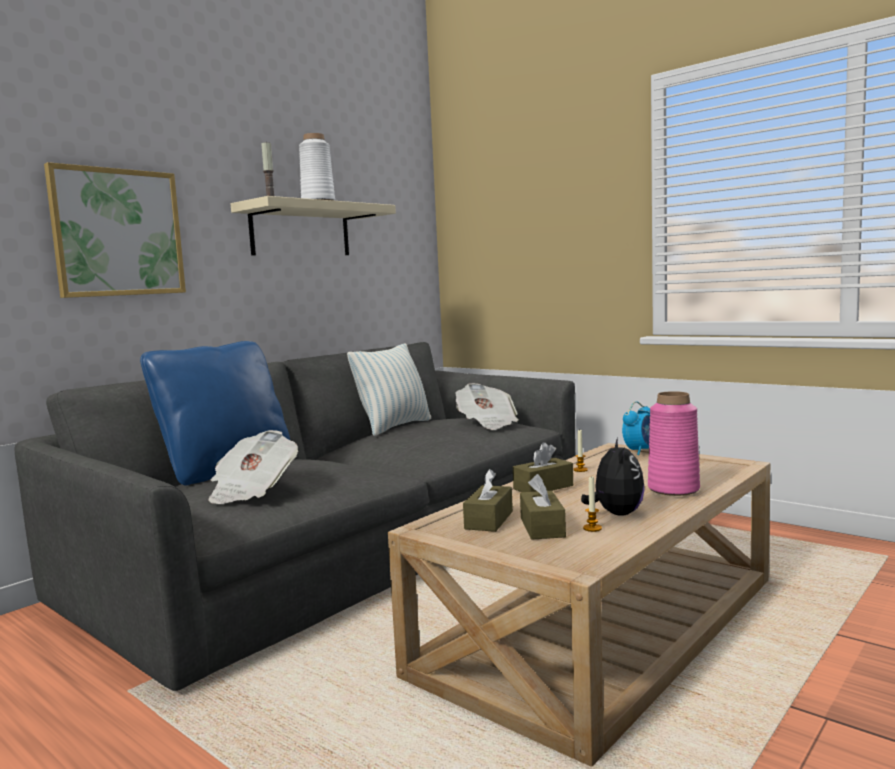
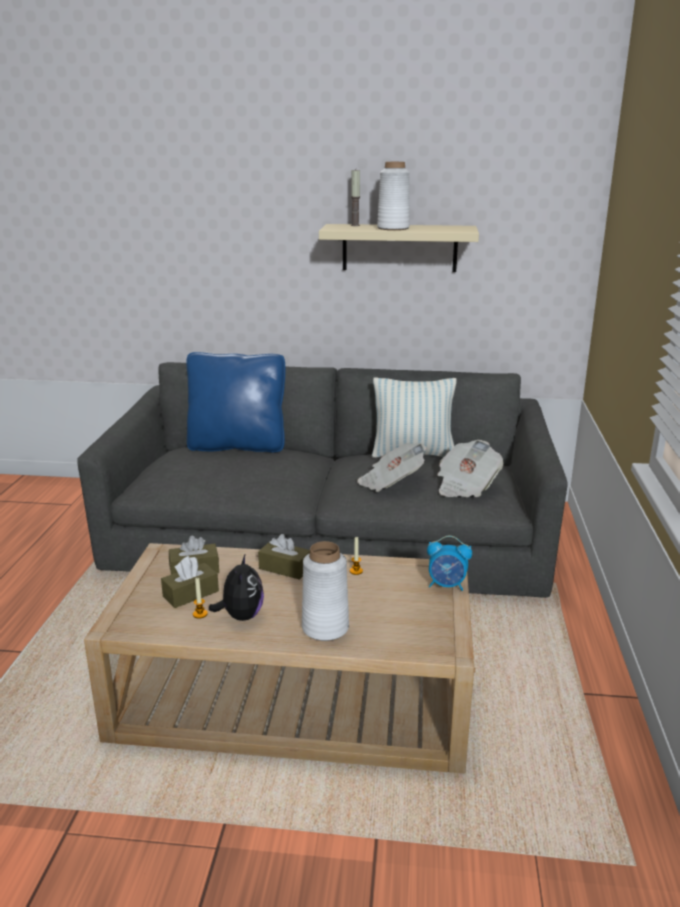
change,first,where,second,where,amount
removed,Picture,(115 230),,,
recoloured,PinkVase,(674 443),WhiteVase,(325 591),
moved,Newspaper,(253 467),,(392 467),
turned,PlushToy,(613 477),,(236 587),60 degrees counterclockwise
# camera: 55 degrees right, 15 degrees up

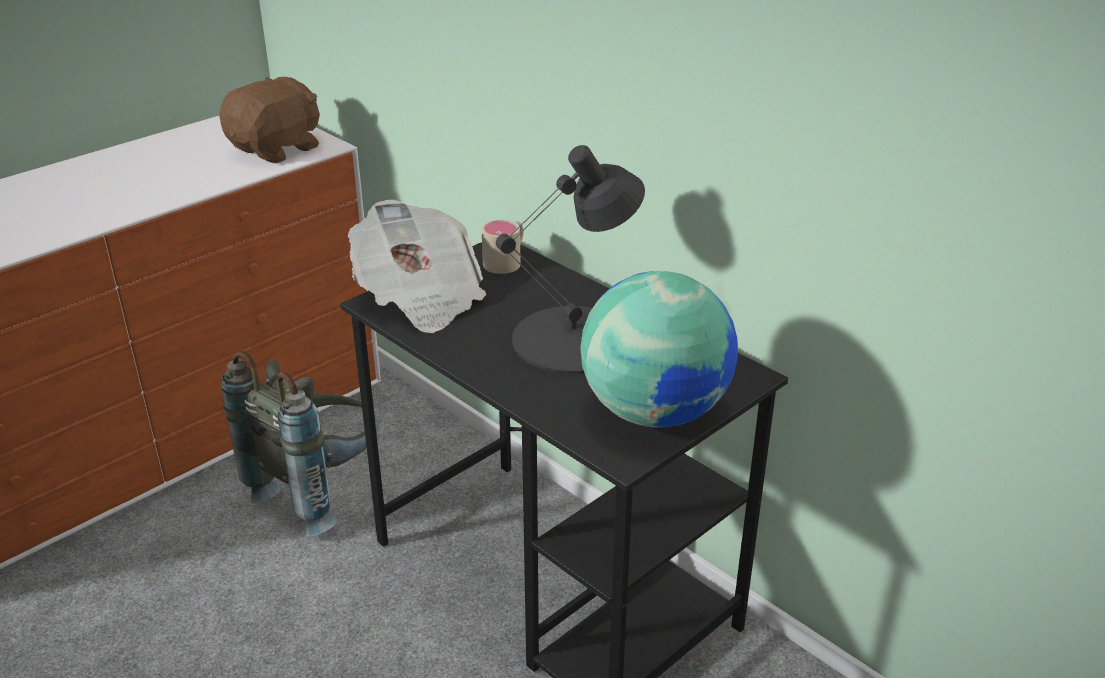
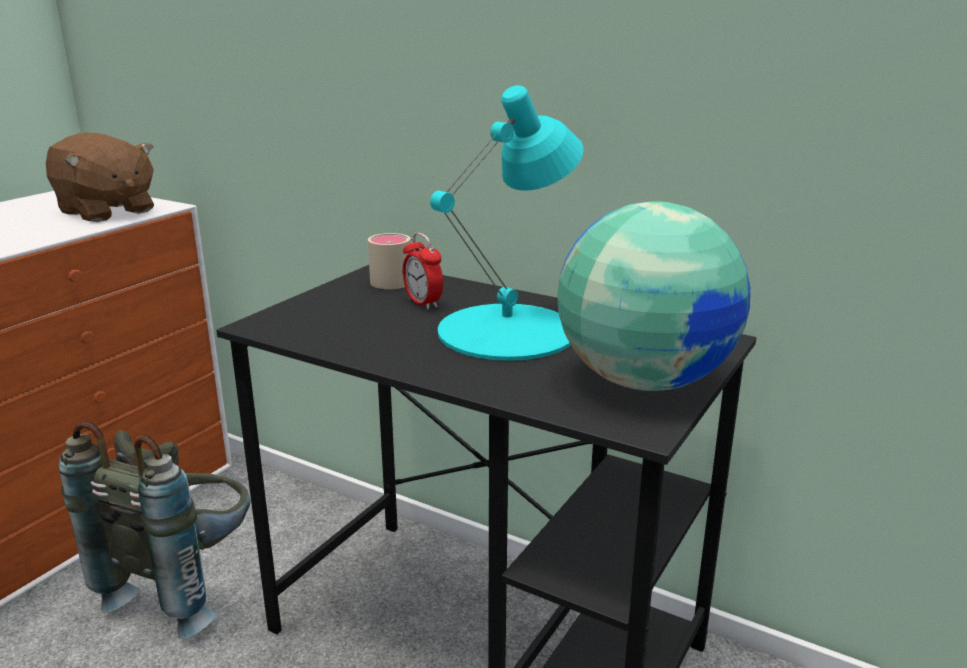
change,first,where,second,where,amount
turned,BrownPlushToy,(269 120),,(100 177),105 degrees clockwise
recoloured,BlackTableLamp,(570 259),TurquoiseTableLamp,(507 223),
removed,Newspaper,(417 266),,,
added,,,AlarmClock,(423 271),
# camera: 15 degrees left, 10 degrees down

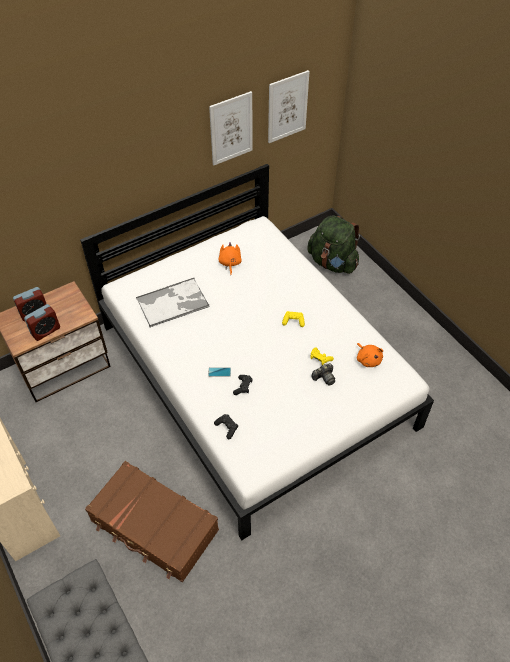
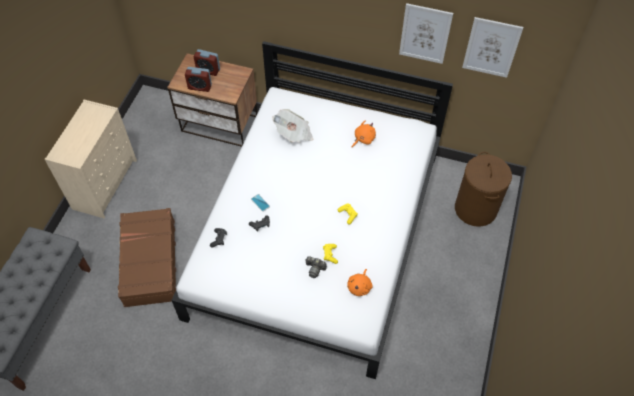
change,first,where,second,where,amount
replaced,GreenBackpack,(333 244),BrownLaundryBasket,(483 189),
replaced,Tray,(172 302),Newspaper,(292 126),
# camera: 50 degrees right, 5 degrees up

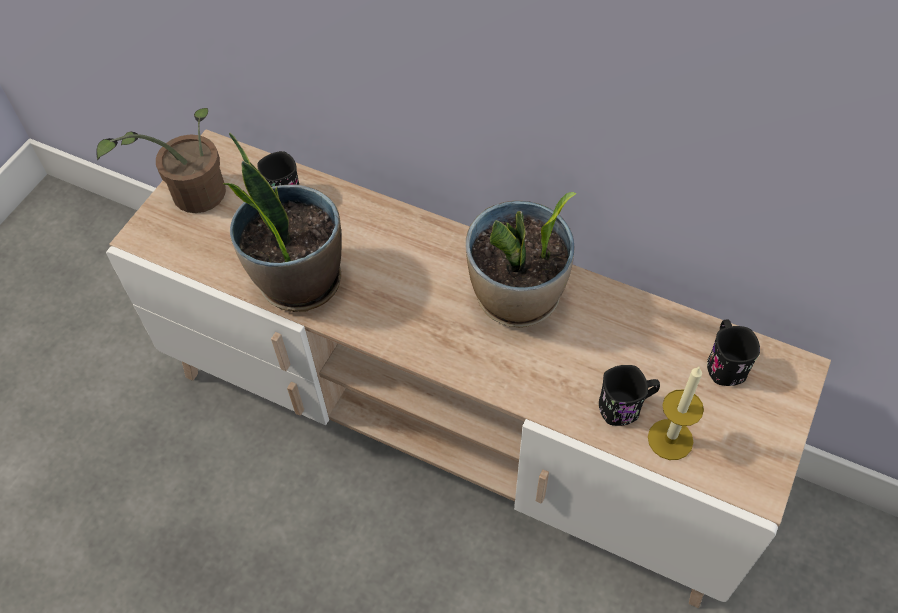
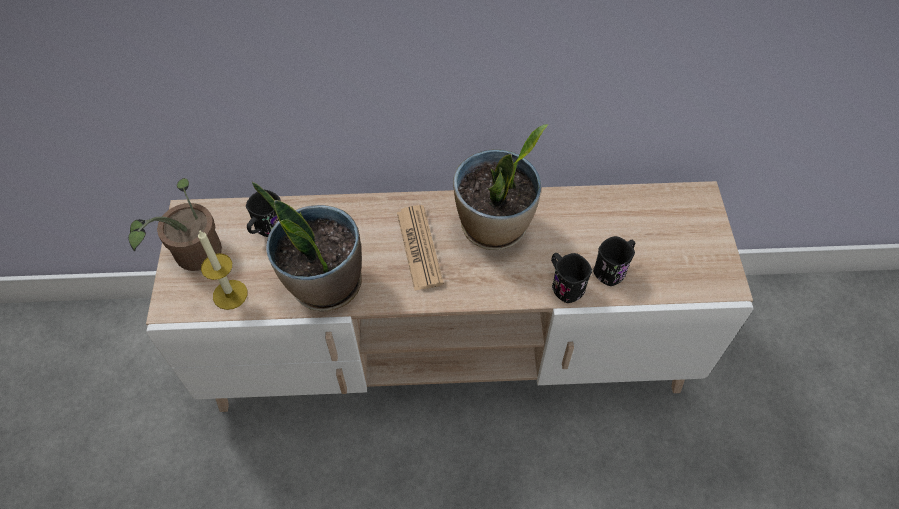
change,first,where,second,where,amount
moved,BlackMug,(733 353),,(571 278),
moved,Candle,(676 413),,(222 270),
added,,,Newspaper,(420 248),
# camera: 30 degrees left, 0 degrees up

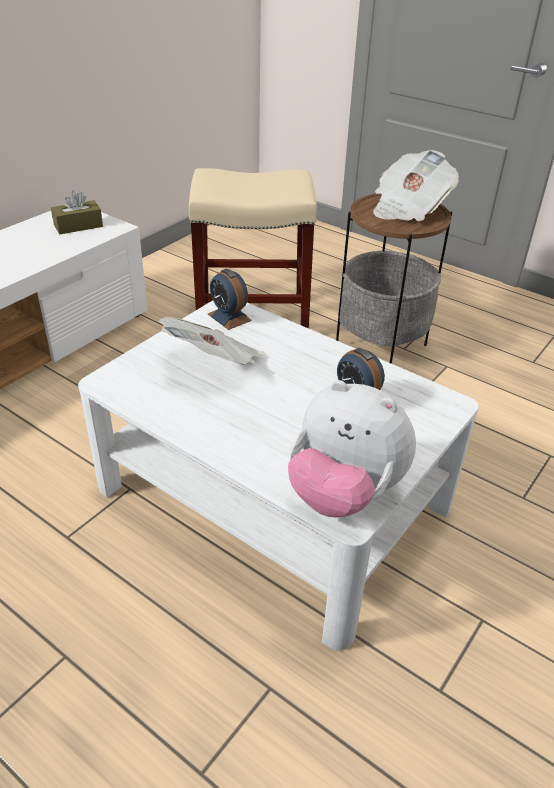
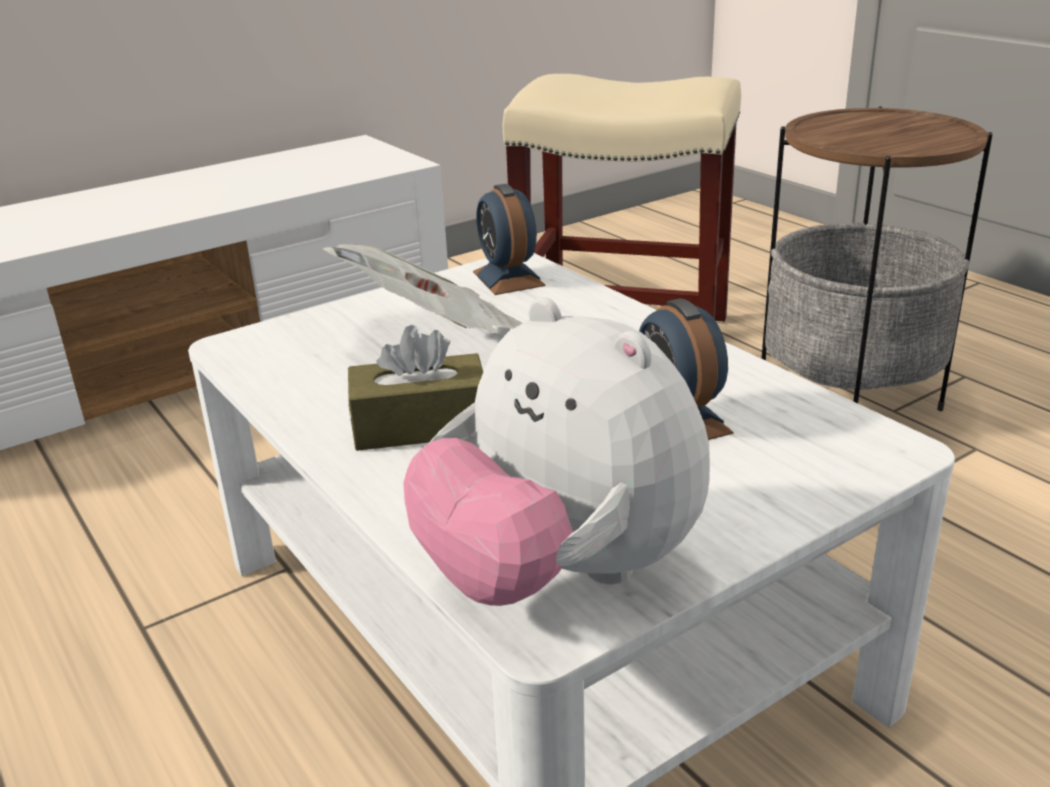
change,first,where,second,where,amount
removed,Newspaper,(416 185),,,
moved,BrownTissueBox,(77 212),,(415 388),
# camera: 20 degrees right, 10 degrees down

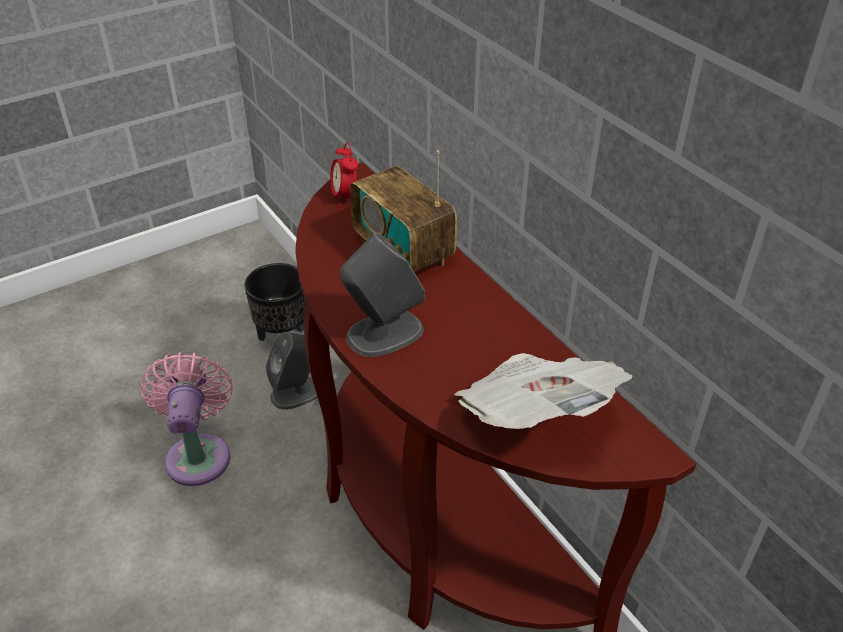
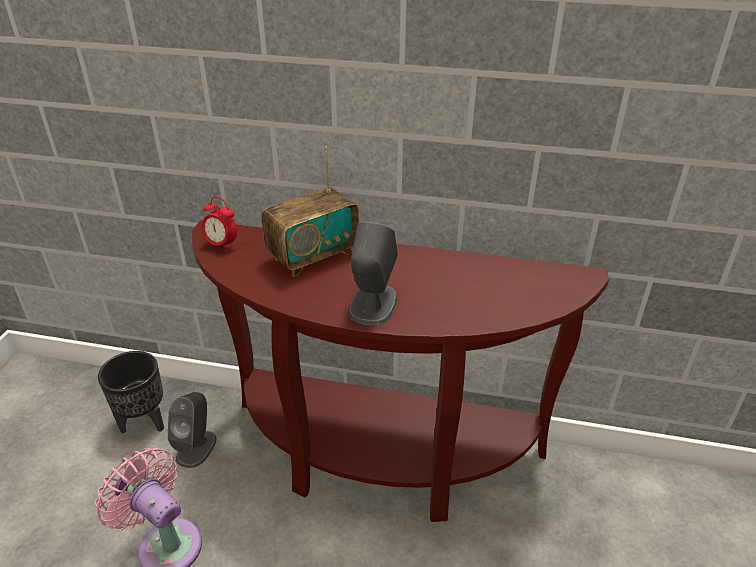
change,first,where,second,where,amount
turned,Radio,(403 211),,(310 212),45 degrees counterclockwise
removed,Newspaper,(543 391),,,
# camera: 45 degrees left, 5 degrees down

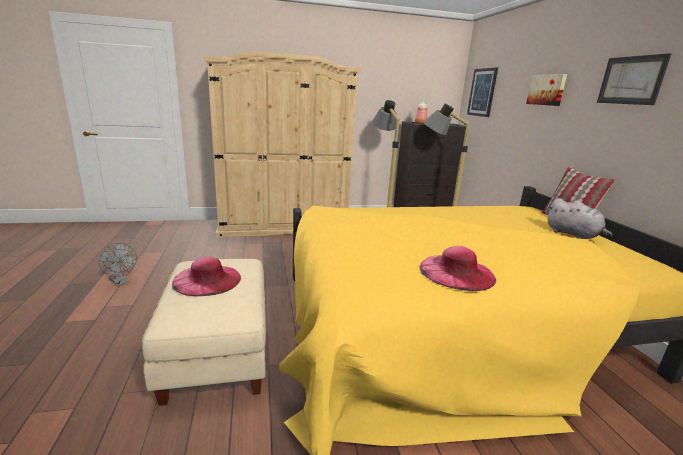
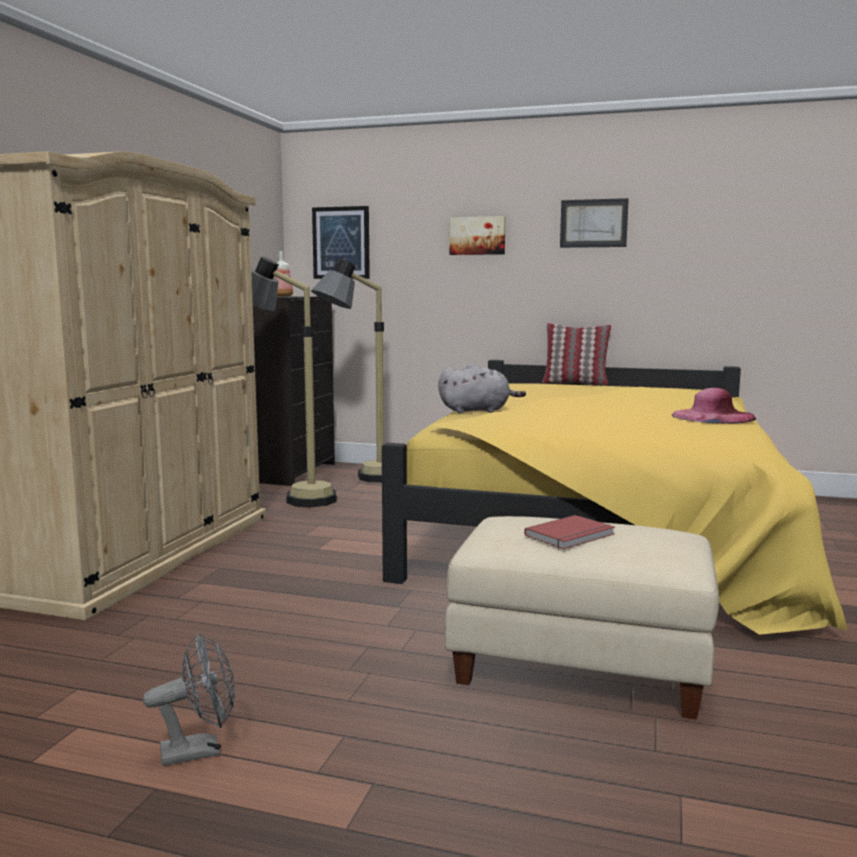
change,first,where,second,where,amount
moved,GreyPlushToy,(579 218),,(482 388),
replaced,PinkHat,(206 276),RedBook,(569 532),
# camera: 60 degrees left, 10 degrees down

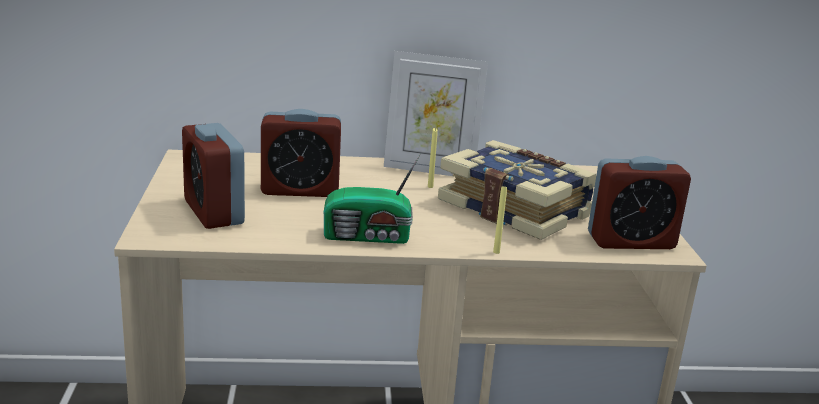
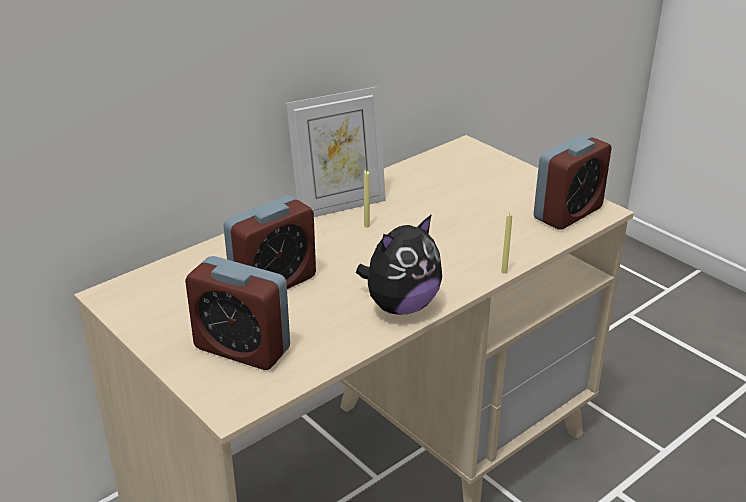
change,first,where,second,where,amount
removed,Book,(517 190),,,
replaced,Radio,(372 198),PlushToy,(399 264),
# camera: 35 degrees left, 10 degrees up

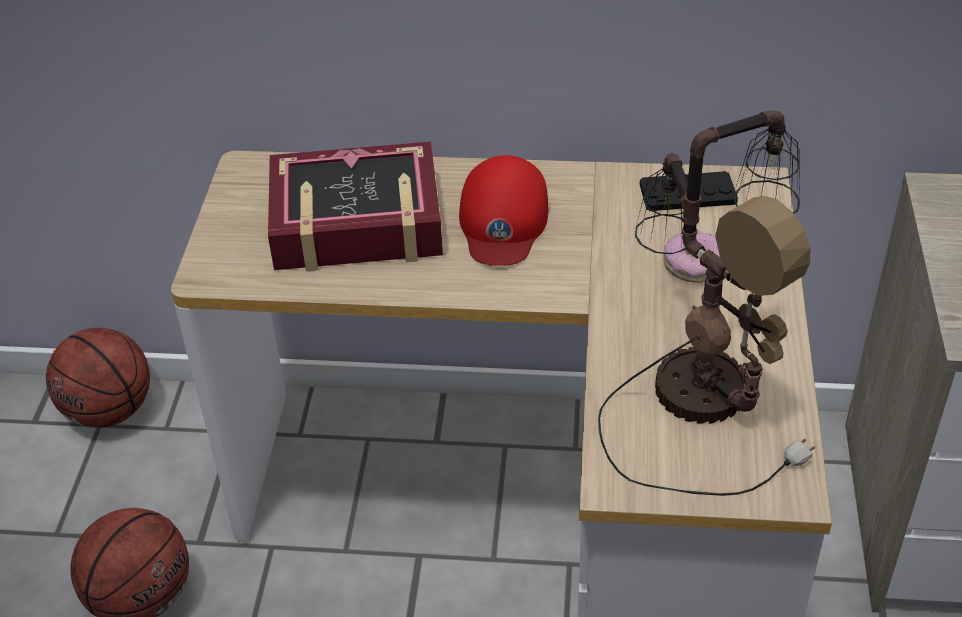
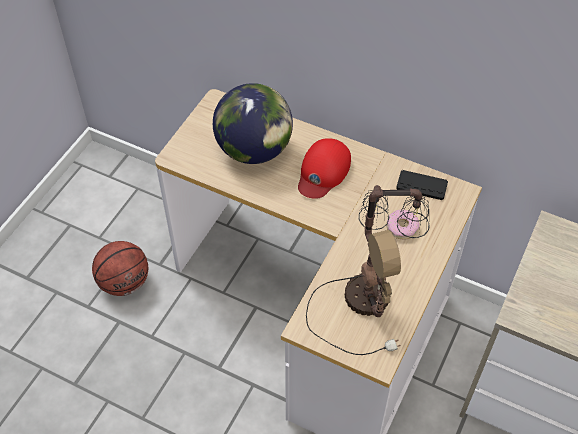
change,first,where,second,where,amount
replaced,Book,(355 206),Globe,(253 123),
removed,Basketball,(98 378),,,
# camera: 20 degrees right, 10 degrees up

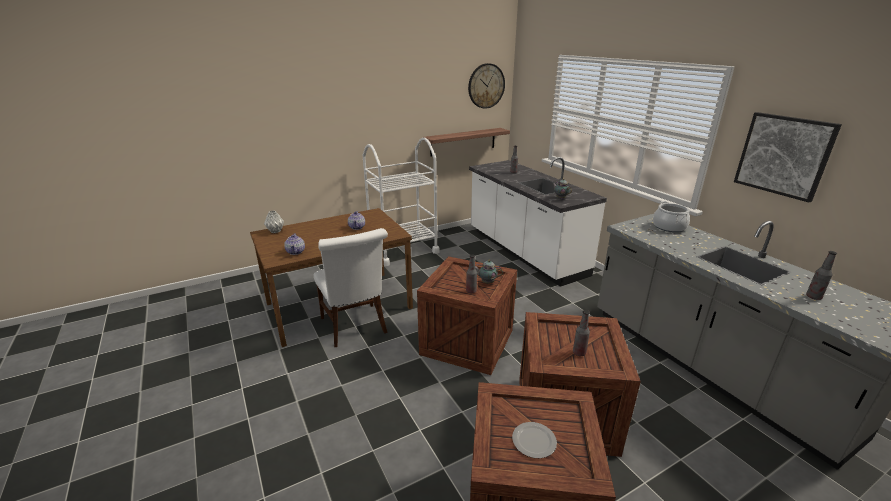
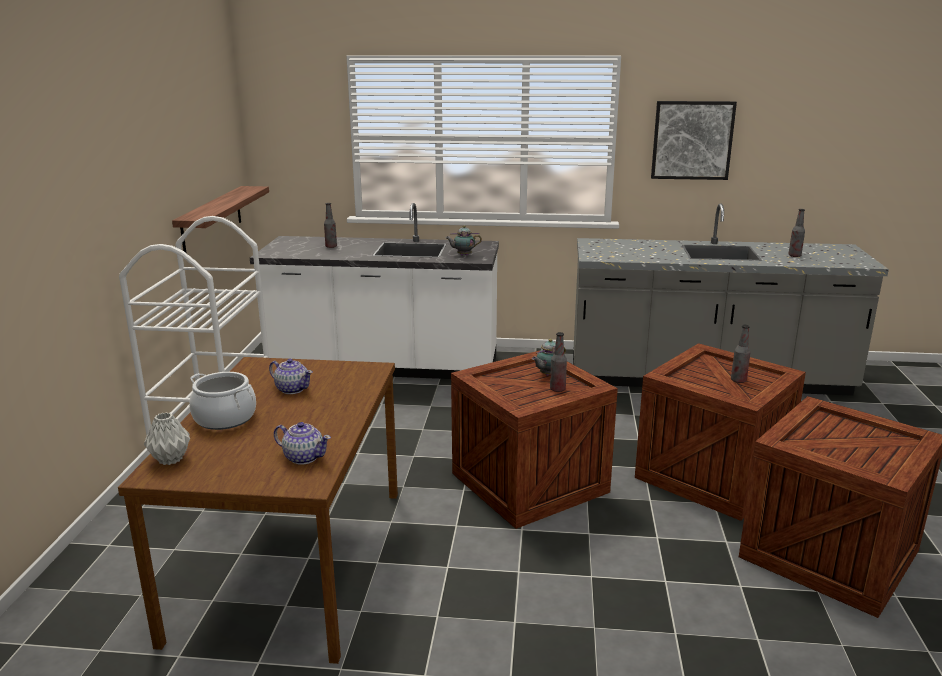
change,first,where,second,where,amount
removed,WallClock,(486 86),,,
moved,CookingPot,(671 216),,(222 401),
removed,WhiteChair,(351 287),,,
removed,Plate,(534 440),,,
# camera: 55 degrees left, 5 degrees down

